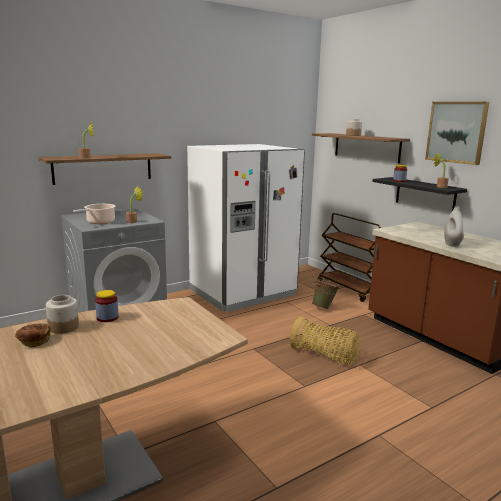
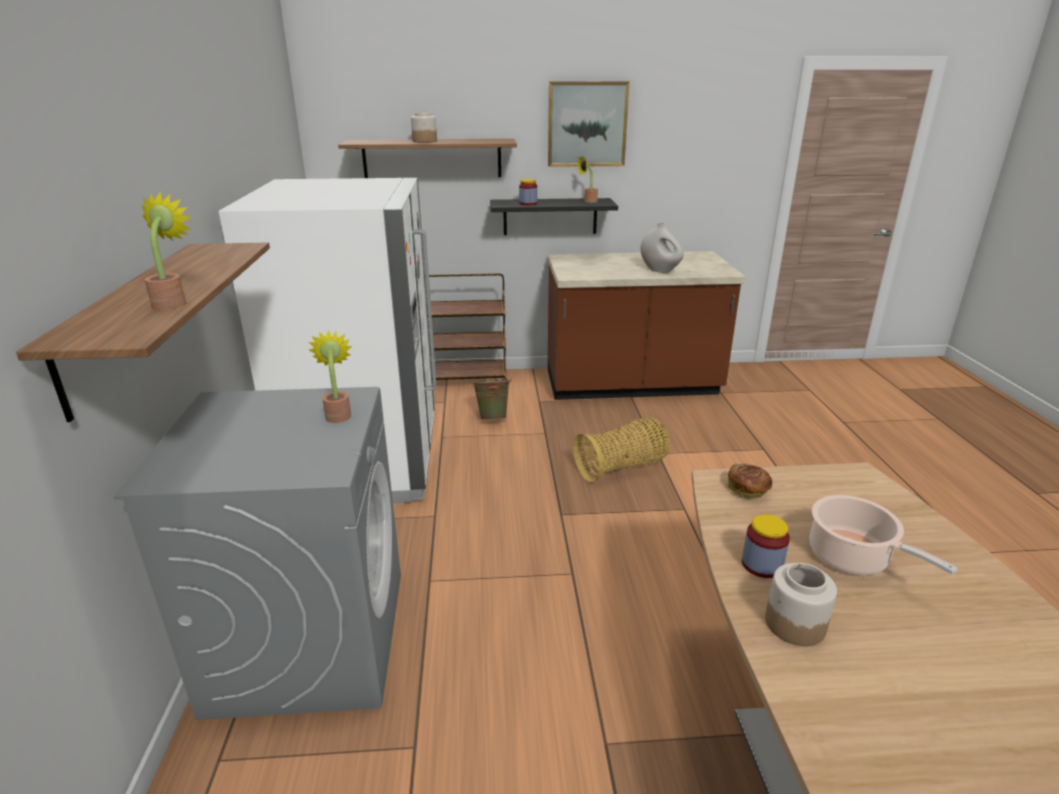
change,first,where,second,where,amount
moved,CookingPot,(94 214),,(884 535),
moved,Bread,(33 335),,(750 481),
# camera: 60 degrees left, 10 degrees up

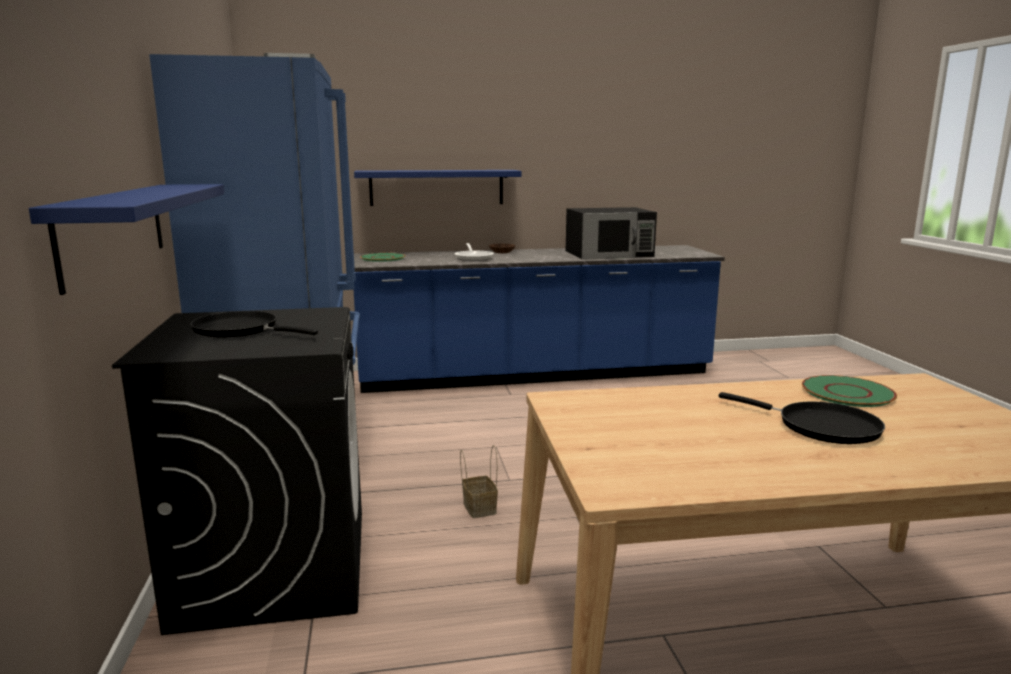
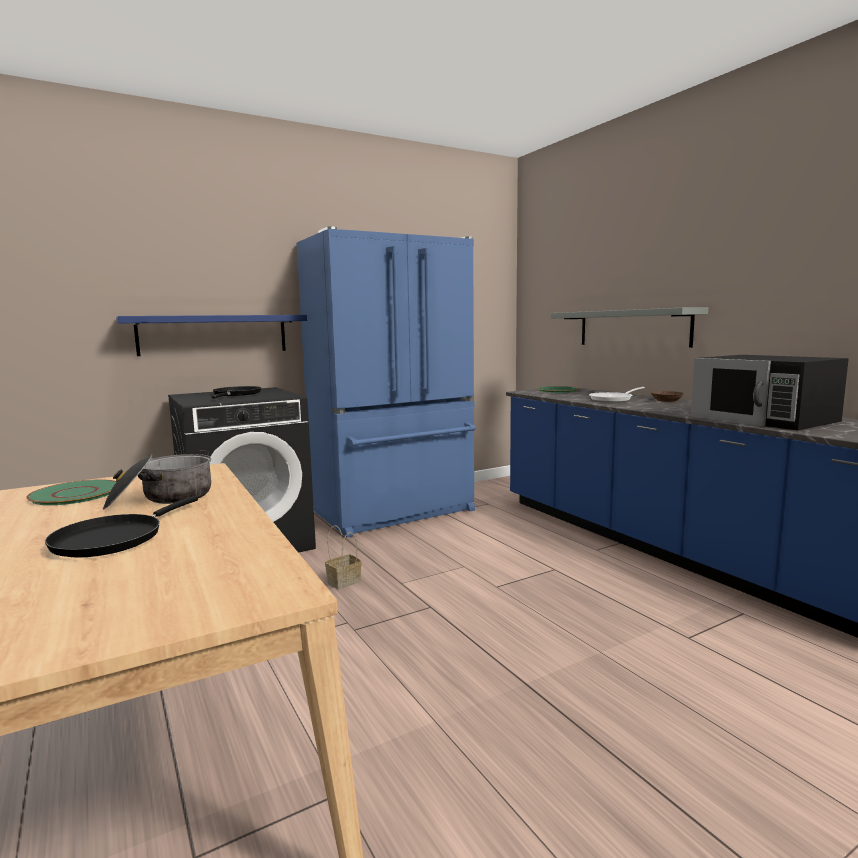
change,first,where,second,where,amount
recoloured,BlueShelf,(438 188),GreyShelf,(629 328),
moved,GreenPlate,(849 391),,(71 492),
added,,,CookingPot,(157 479),
# camera: 70 degrees right, 5 degrees down

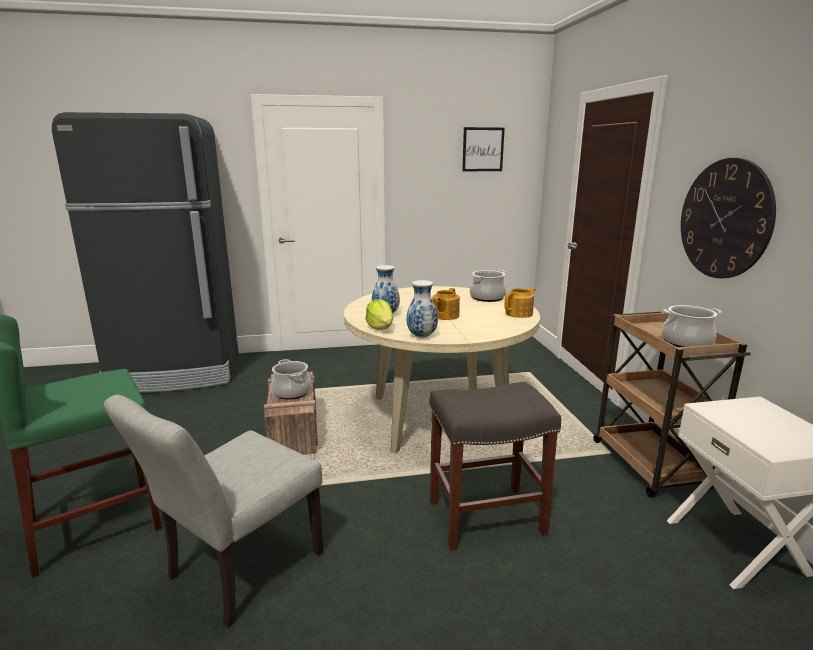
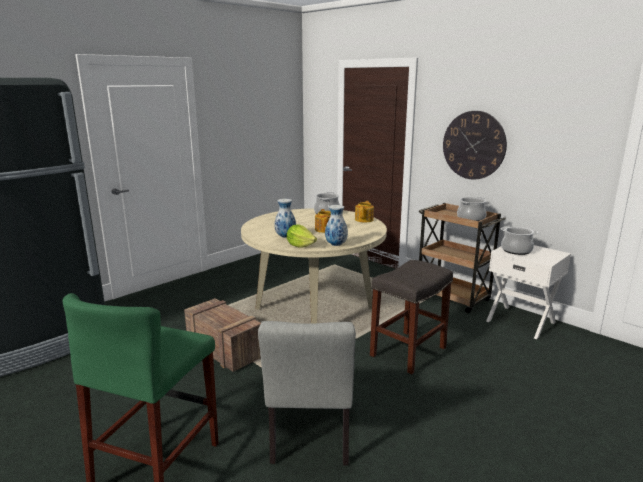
change,first,where,second,where,amount
removed,Picture,(483 149),,,
moved,CookingPot,(291 379),,(519 241),
# camera: 35 degrees left, 0 degrees up

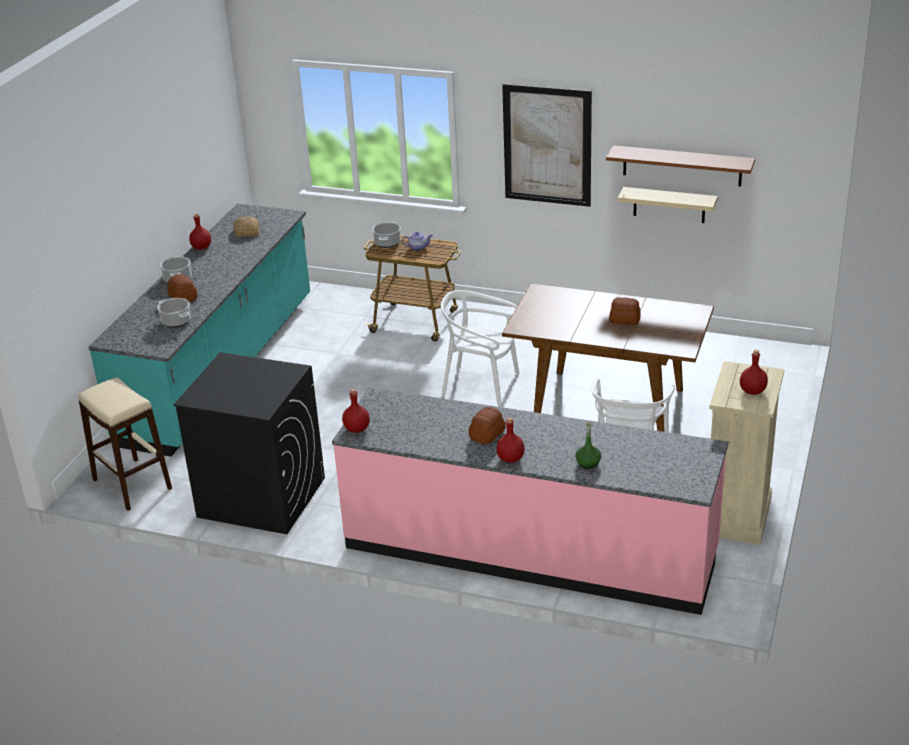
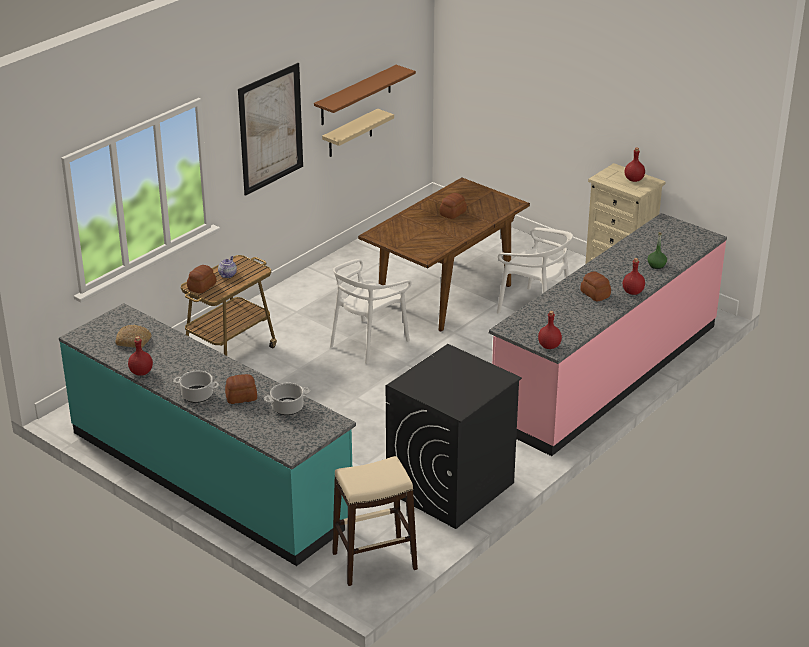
change,first,where,second,where,amount
replaced,CookingPot,(386 235),Bread,(202 279),
# camera: 70 degrees left, 0 degrees up

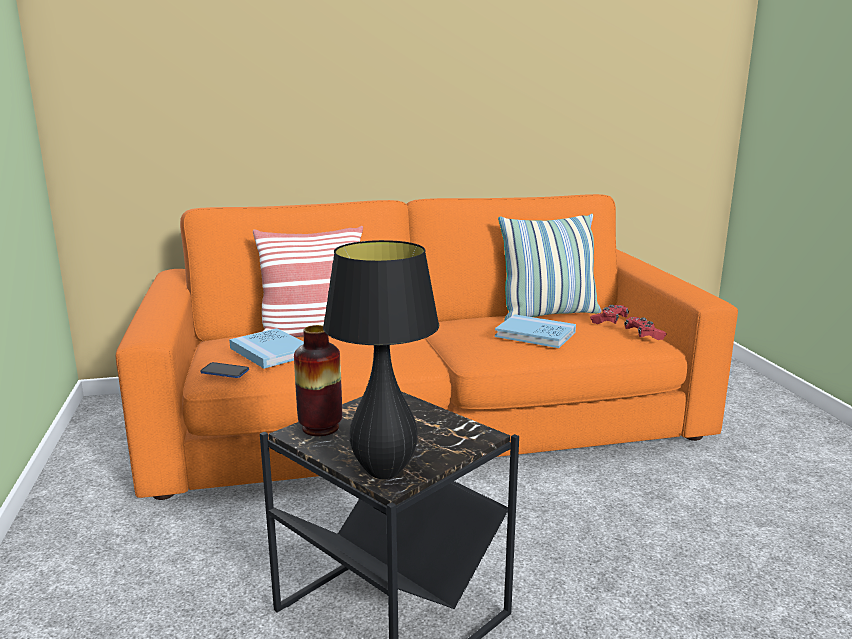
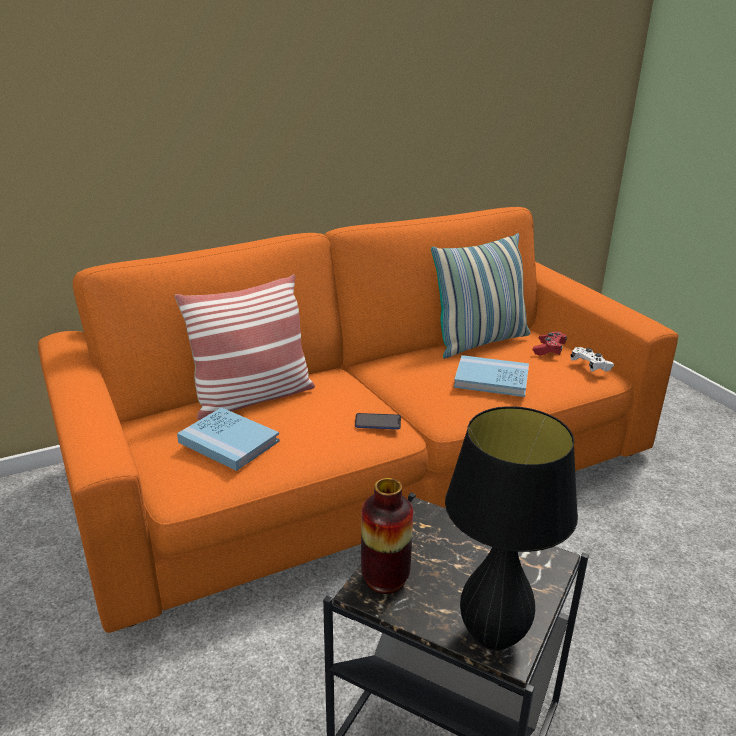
change,first,where,second,where,amount
recoloured,RedGameController,(645 328),WhiteGameController,(592 359),
moved,Phone,(224 370),,(378 421),
# camera: 15 degrees left, 10 degrees up

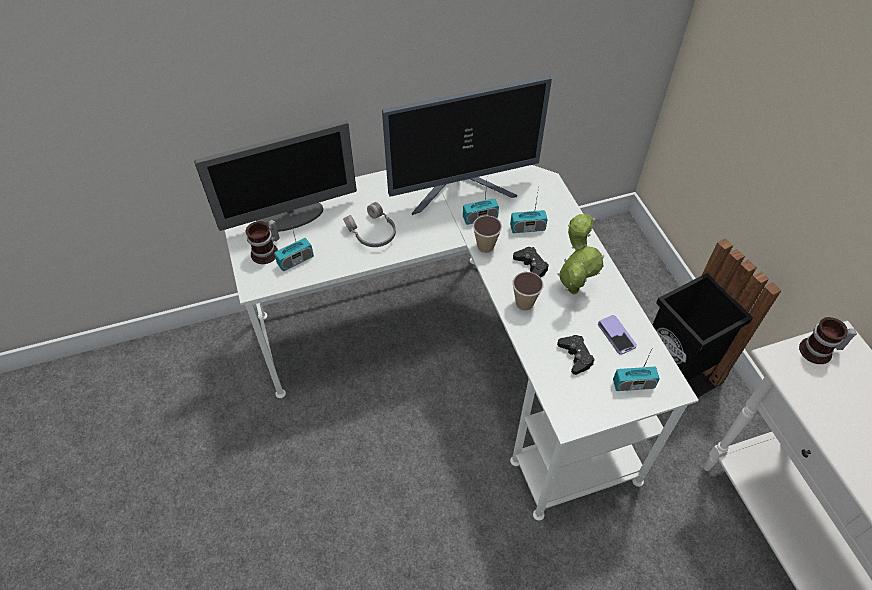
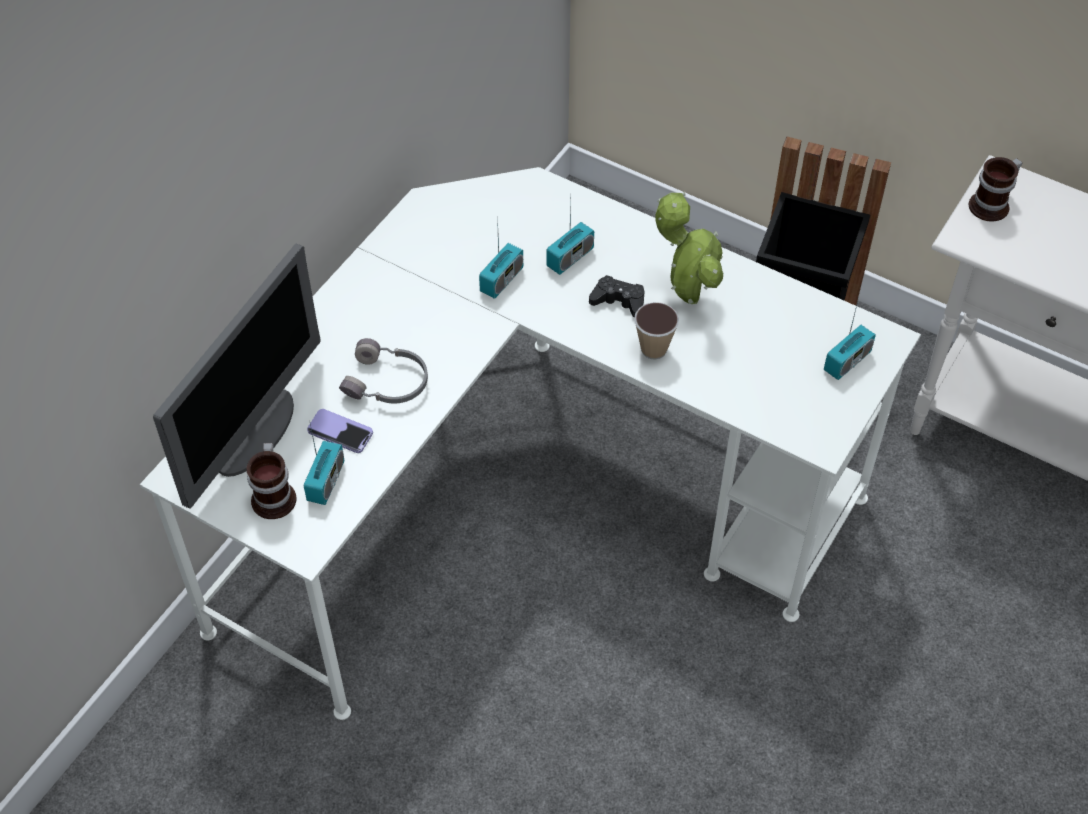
change,first,where,second,where,amount
removed,Monitor,(467 145),,,
removed,Cup,(487 234),,,
moved,Phone,(617 335),,(340 431),
removed,BlackGameController,(576 355),,,
# camera: 40 degrees left, 0 degrees up

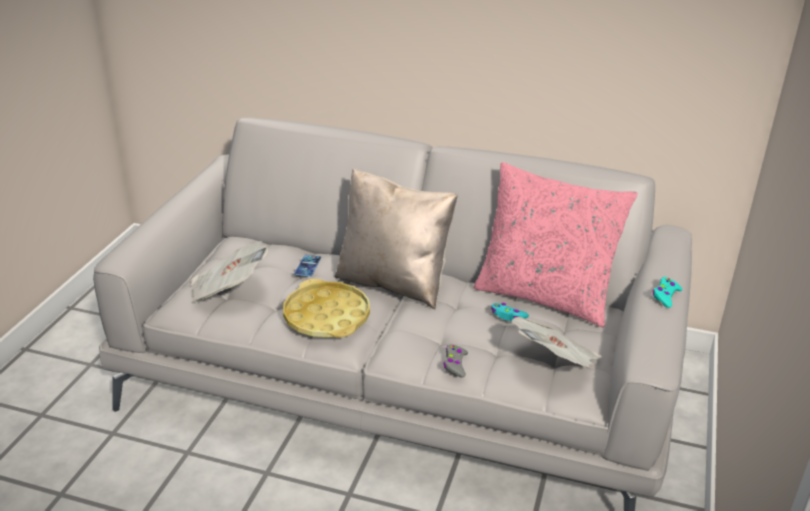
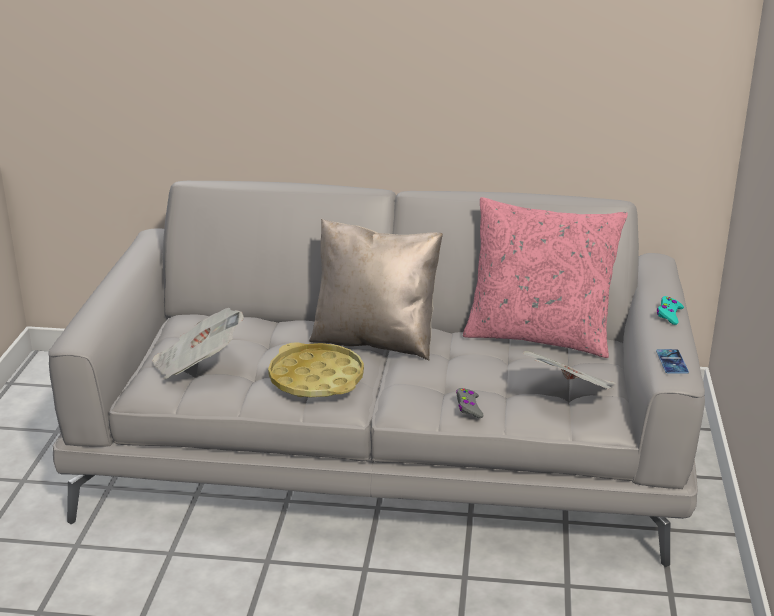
change,first,where,second,where,amount
moved,Phone,(307 266),,(672 361),
removed,TurquoiseGameController,(510 312),,,
# camera: 10 degrees left, 5 degrees down

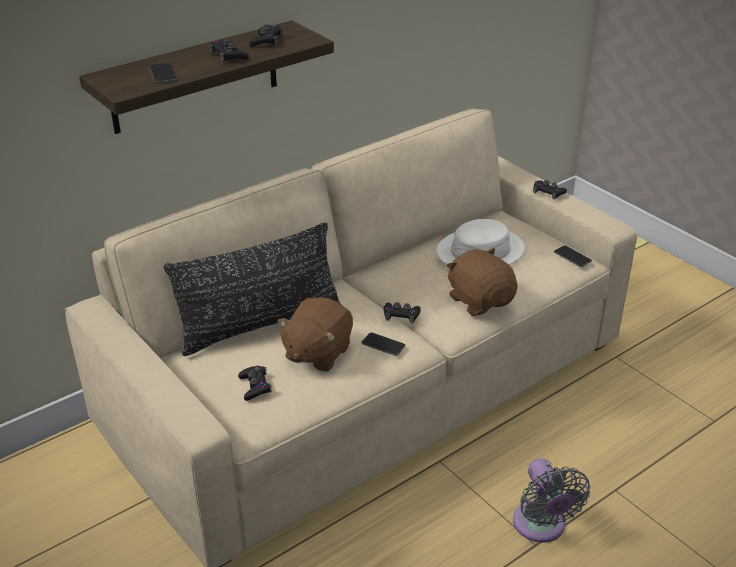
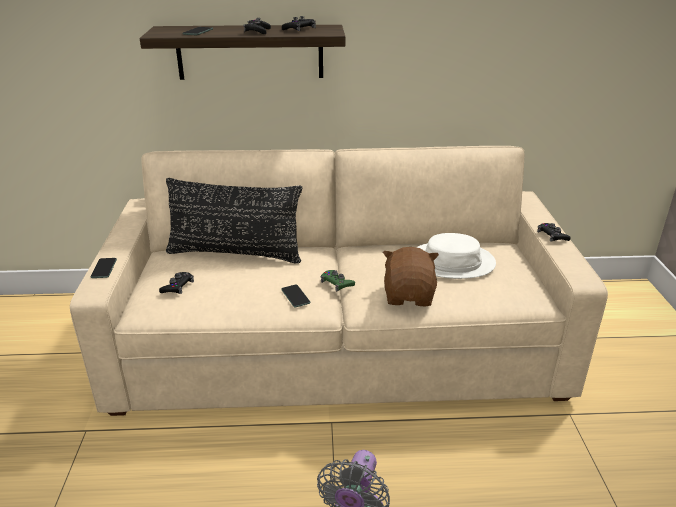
change,first,where,second,where,amount
moved,Phone,(573 256),,(103 268),
removed,BrownPlushToy,(315 334),,,
recoloured,BlackGameController,(402 312),GreenGameController,(338 280),
# camera: 35 degrees right, 5 degrees down

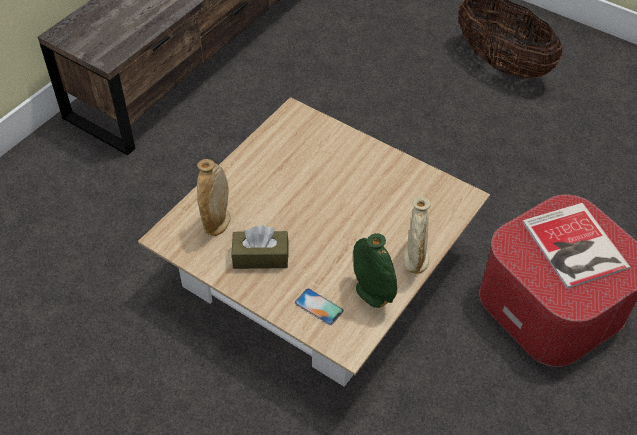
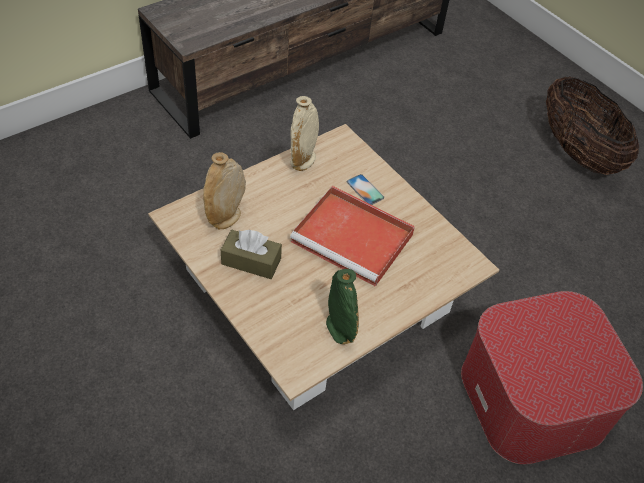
change,first,where,second,where,amount
moved,BeigeVase,(417 235),,(304 133),
removed,Book,(576 246),,,
moved,Phone,(319 306),,(365 189),
added,,,RedTray,(352 236),
# camera: 15 degrees right, 0 degrees up

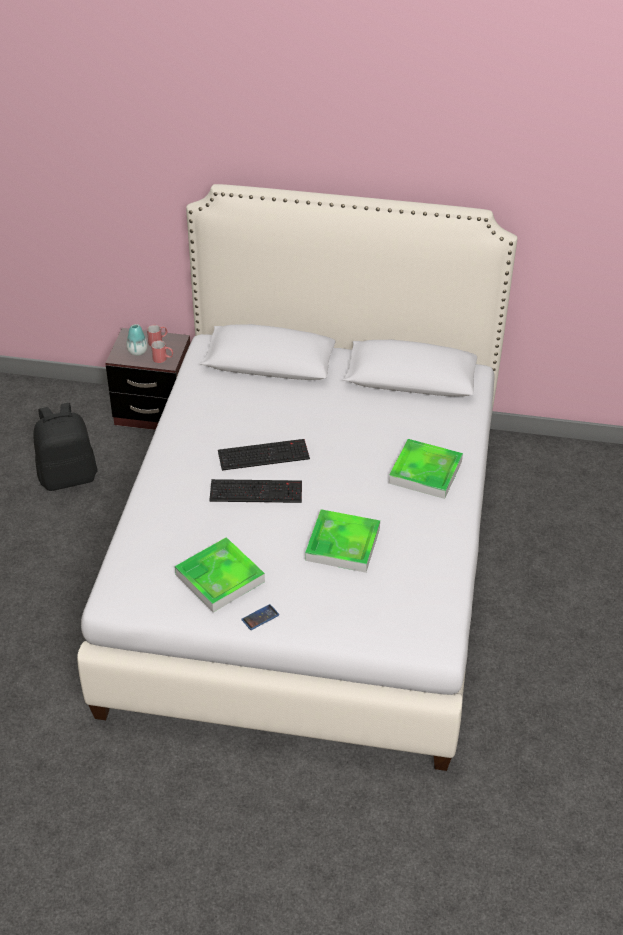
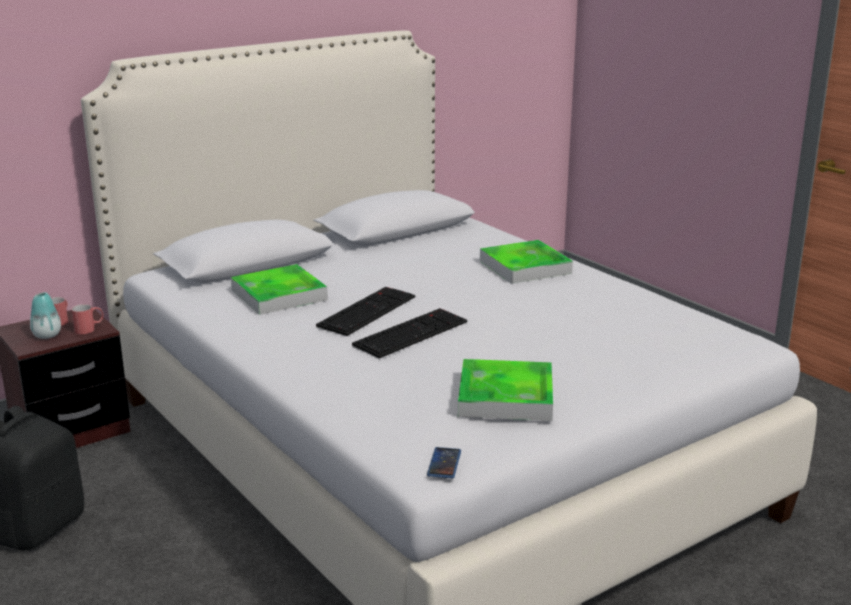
change,first,where,second,where,amount
moved,Tray,(342 541),,(279 289),
moved,Phone,(260 617),,(444 462),
# camera: 45 degrees left, 20 degrees down

